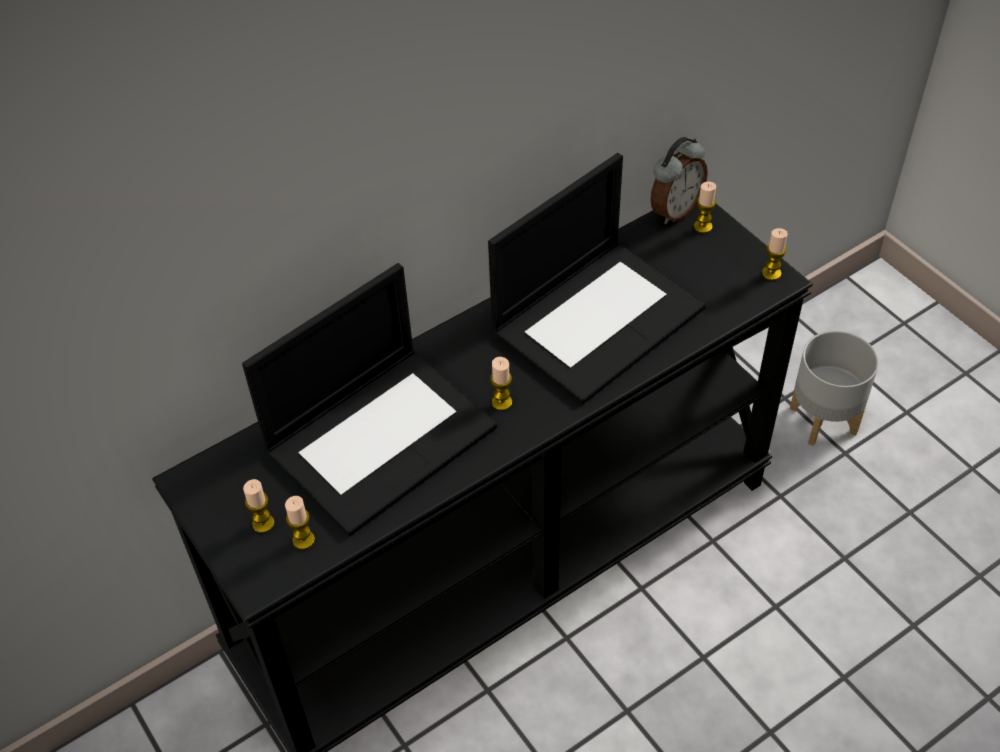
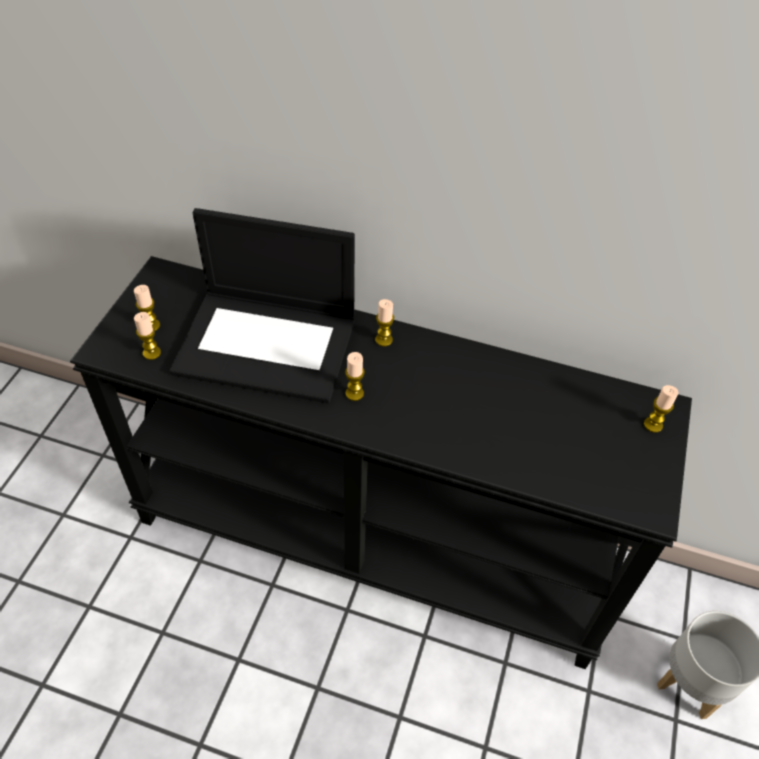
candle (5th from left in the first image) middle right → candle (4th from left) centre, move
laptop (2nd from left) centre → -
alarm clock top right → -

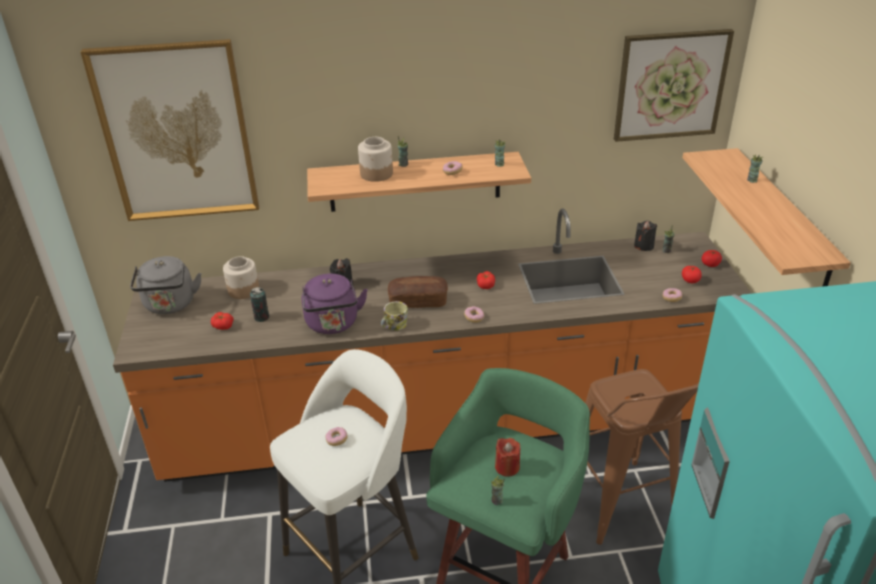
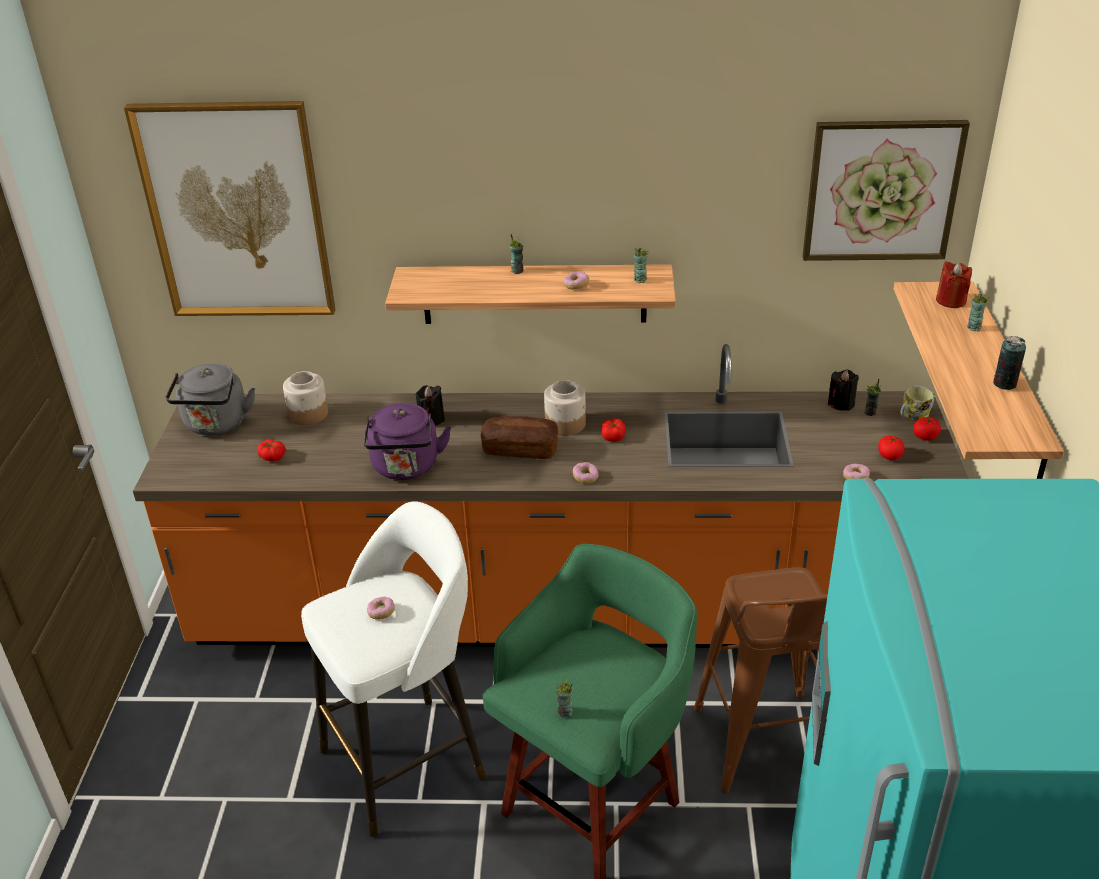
jar (2nd from left) top centre → jar (2nd from left) centre, move
mug centre → mug middle right, move
candle/red bottom centre → candle/red top right, move
can middle left → can middle right, move

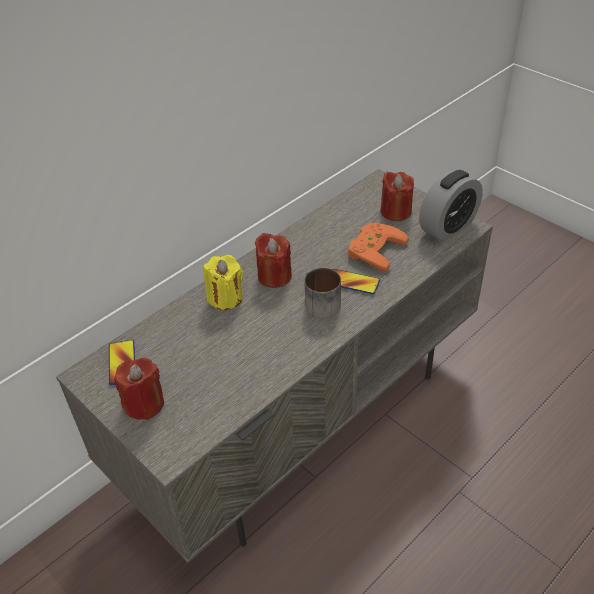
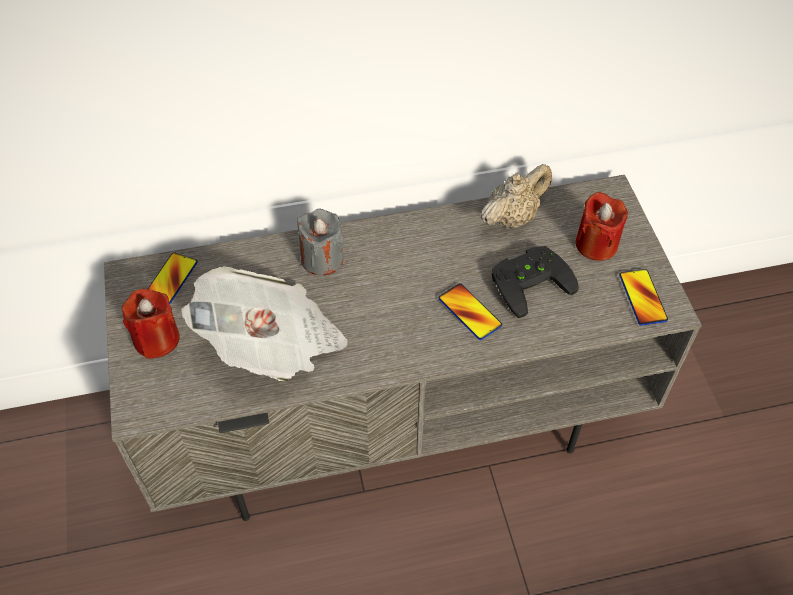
- → newspaper middle left
candle/yellow centre → candle/grey centre
- → teapot/beige top centre
game controller/orange centre → game controller/black middle right
alarm clock middle right → phone (3rd from left) middle right
candle/red (2nd from left) centre → -
mug centre → -

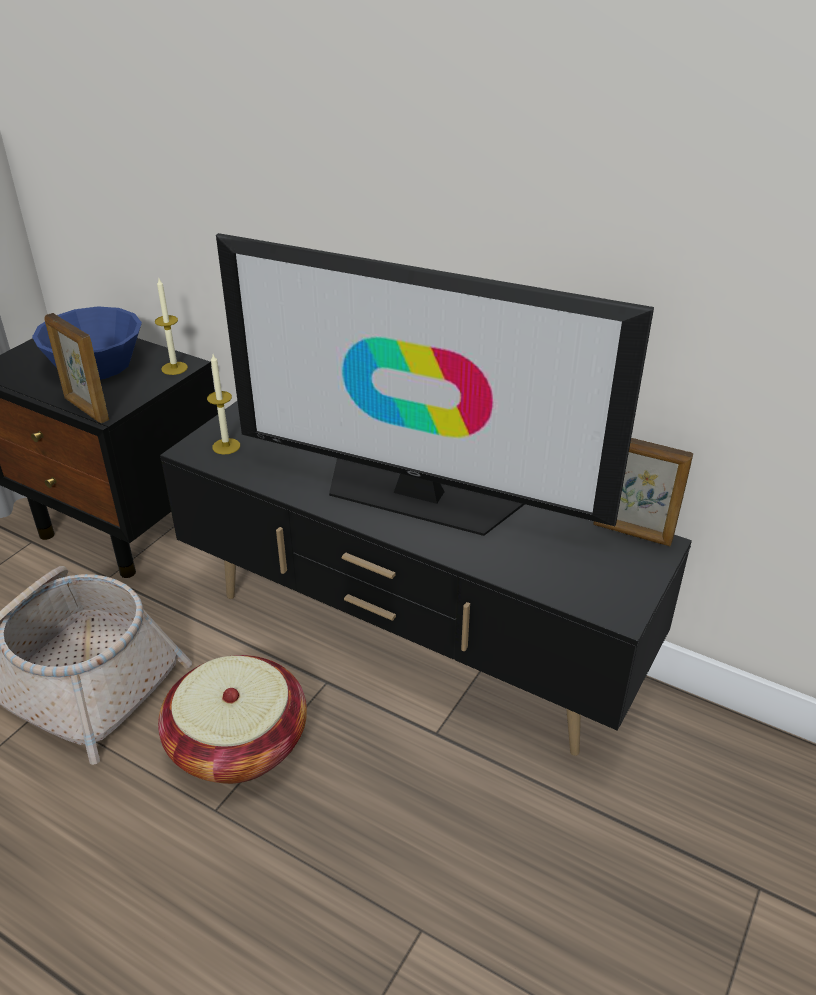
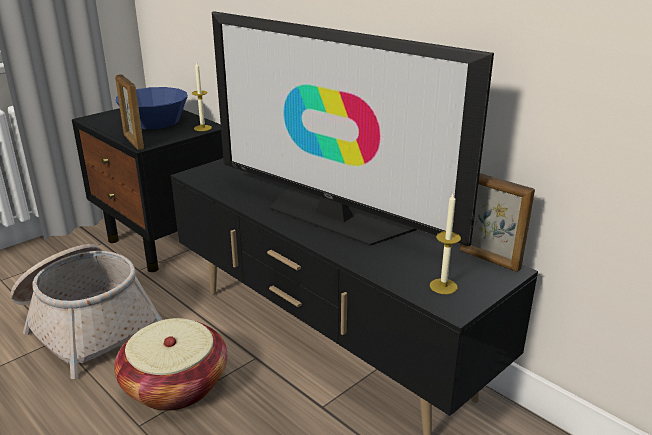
candle (2nd from left) middle left → candle (2nd from left) middle right, move

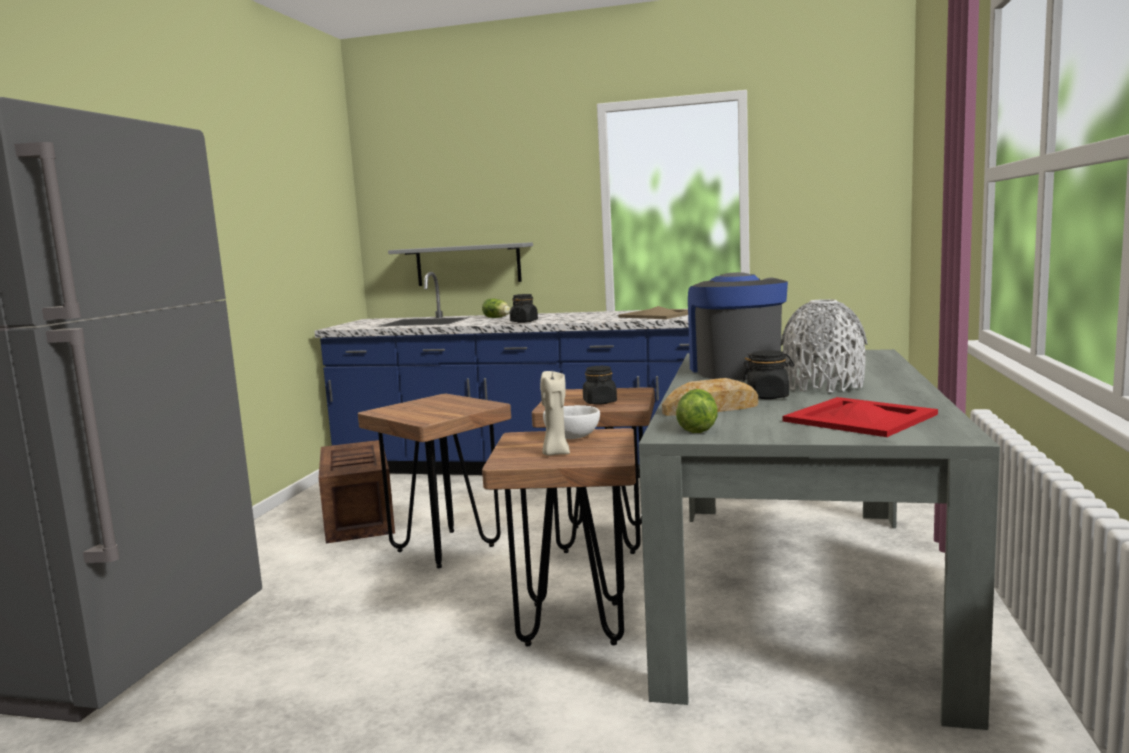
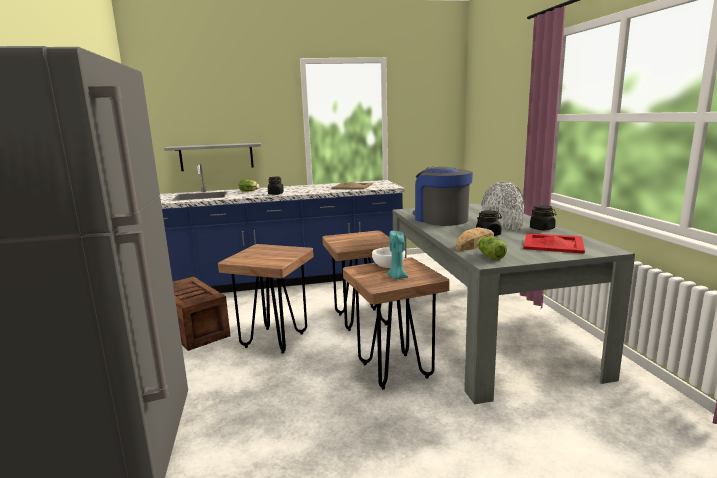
candle/beige centre → candle/turquoise centre
jar/black (2nd from left in the first image) centre → jar/black (3rd from left) middle right, move

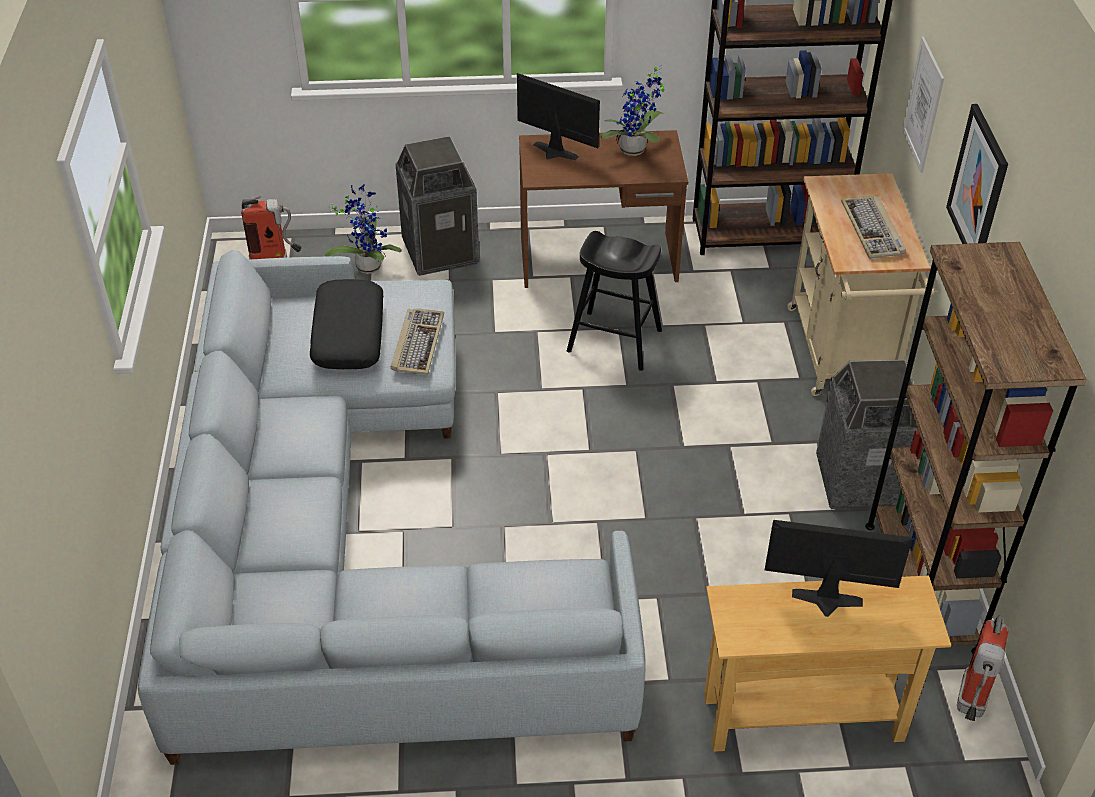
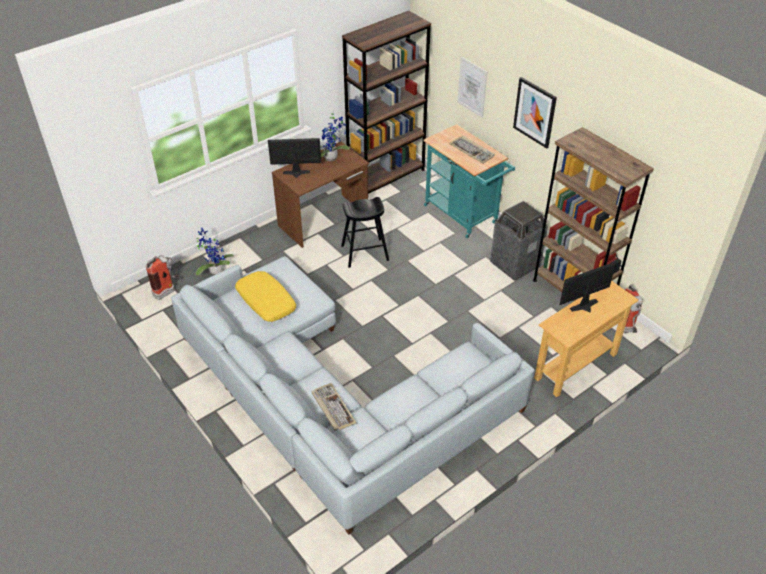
pillow/black middle left → pillow/yellow centre
keyboard (1st from left) centre → keyboard (1st from left) bottom centre, move
cart/beige middle right → cart/turquoise top centre
trash can (1st from left) top centre → -

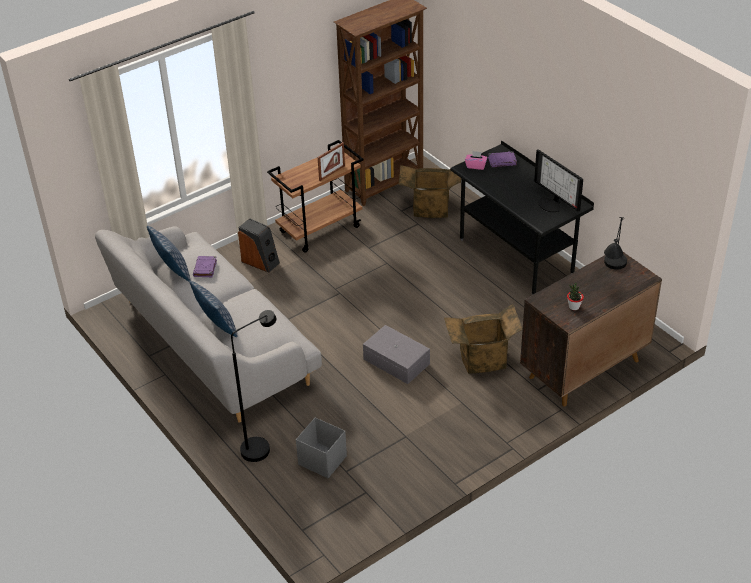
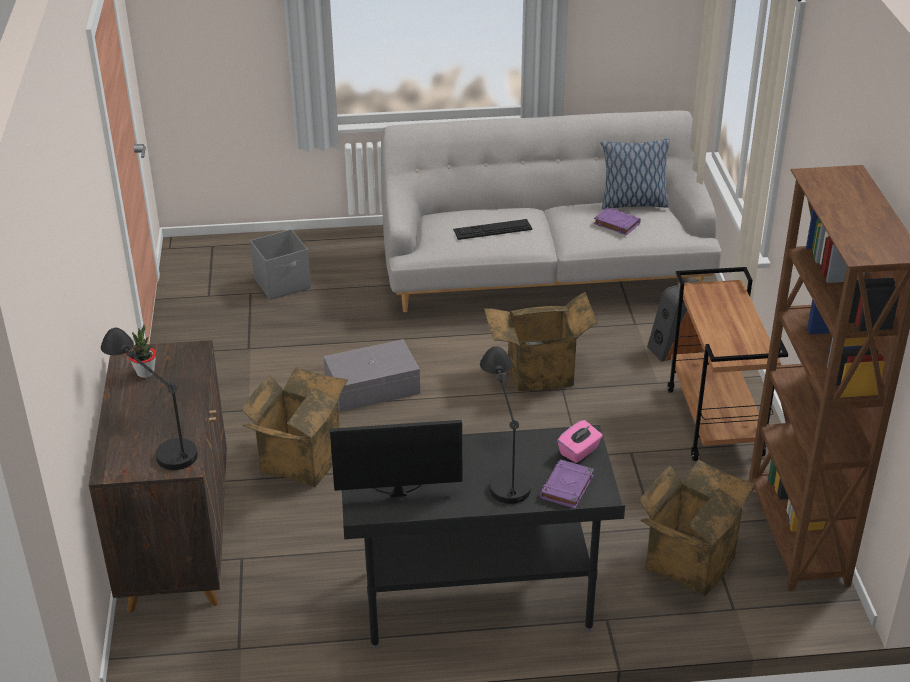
- → keyboard centre
- → table lamp/black (2nd from left) centre
- → cardboard box (2nd from left) centre
pillow (2nd from left) middle left → -
floor lamp/black centre → -
picture frame top centre → -

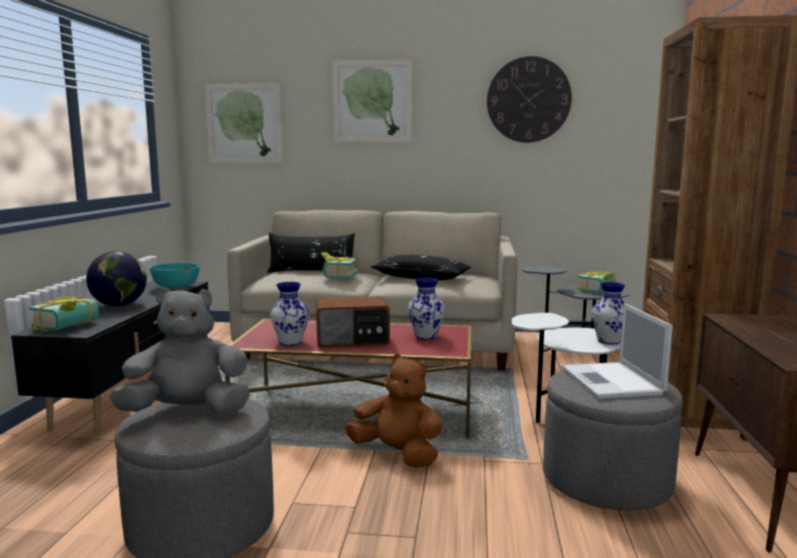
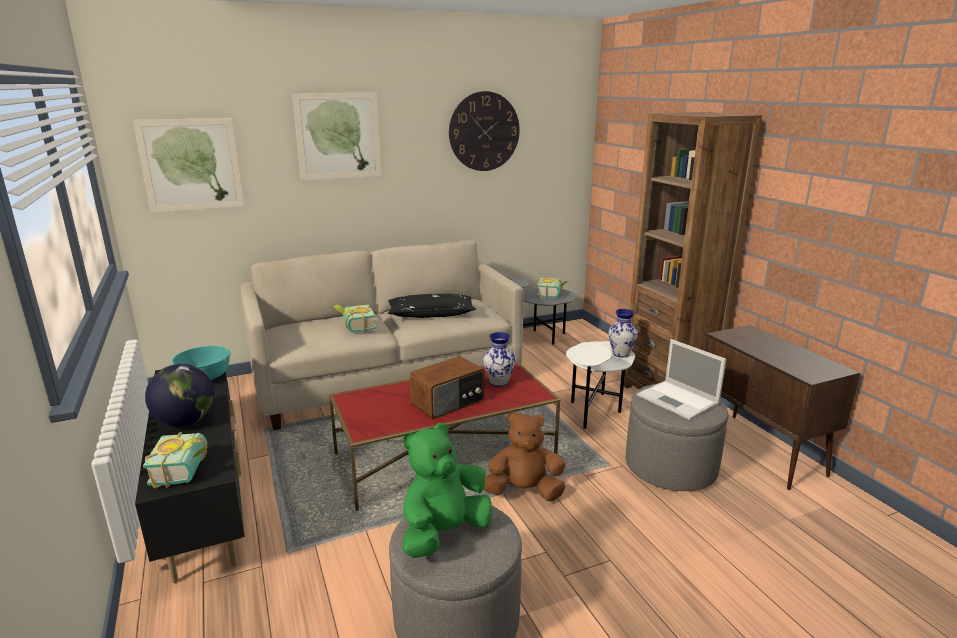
plush toy/grey middle left → plush toy/green bottom centre
pillow/black (1st from left) centre → -
vase (1st from left) centre → -

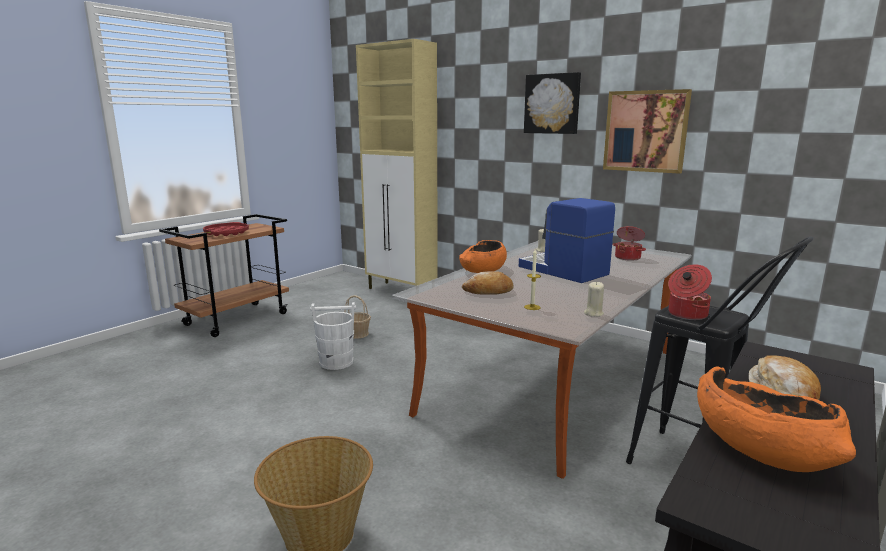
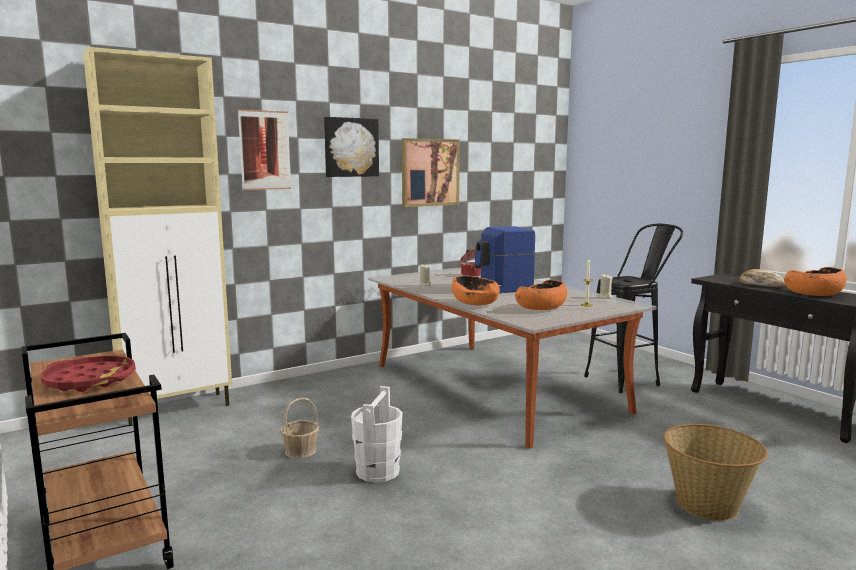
- → picture (1st from left) top left
bread (1st from left) centre → bowl/orange (2nd from left) centre
cooking pot (2nd from left) middle right → -

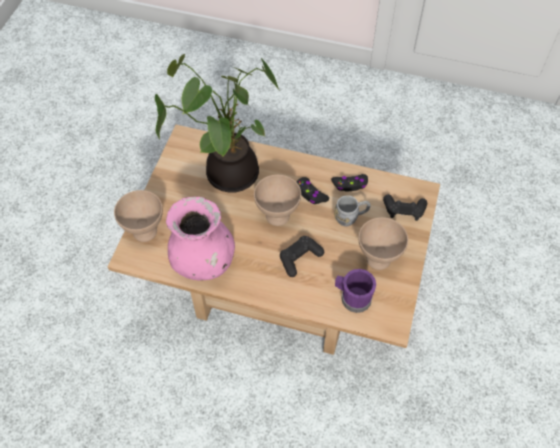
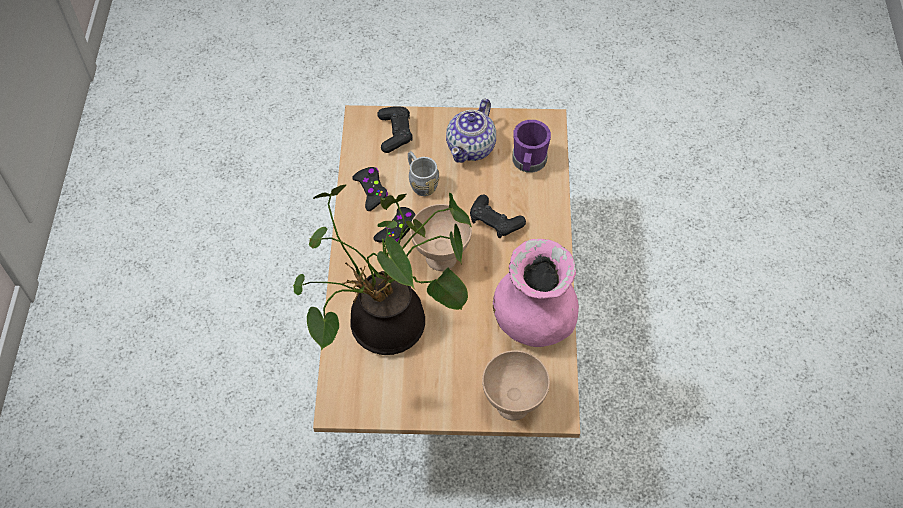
bowl/beige (3rd from left) middle right → teapot top centre

